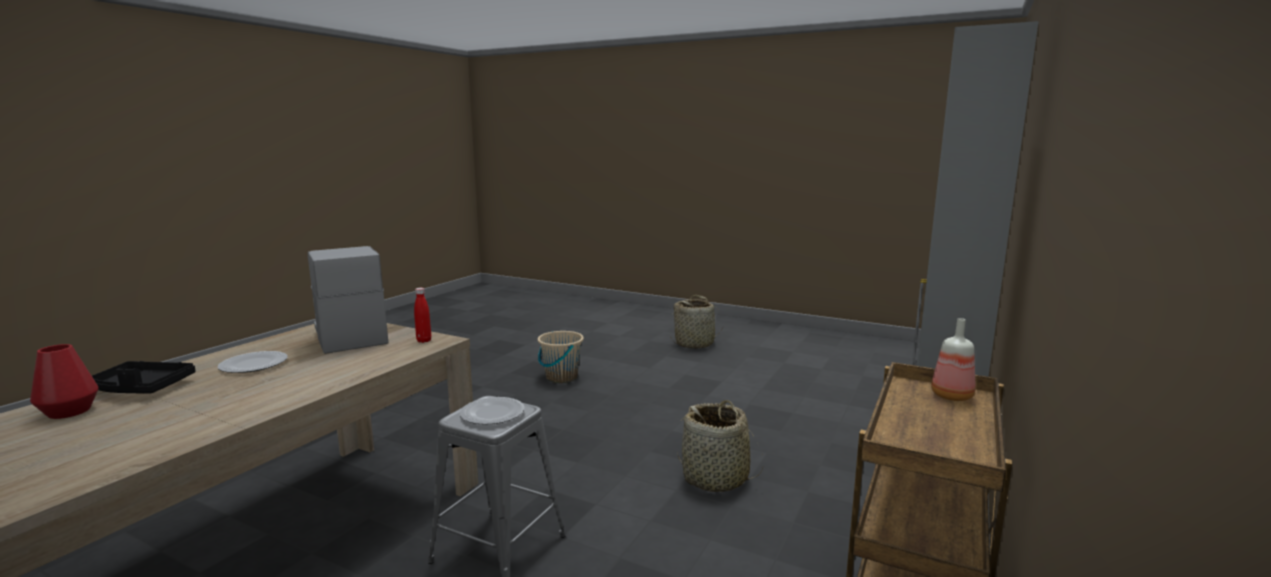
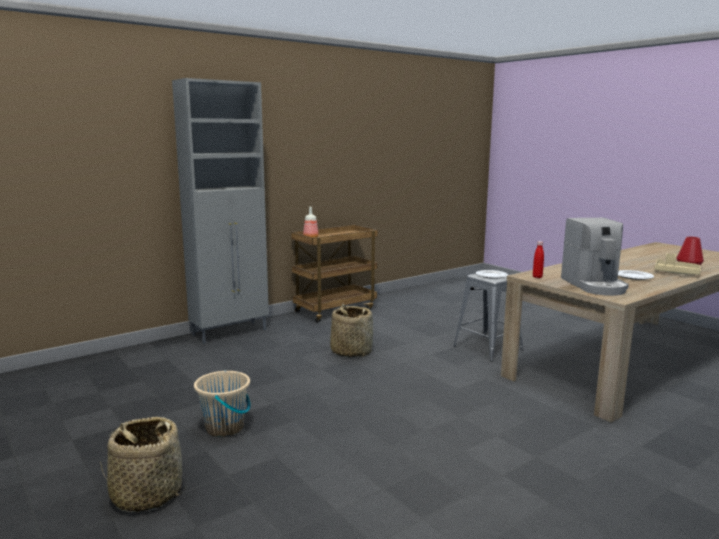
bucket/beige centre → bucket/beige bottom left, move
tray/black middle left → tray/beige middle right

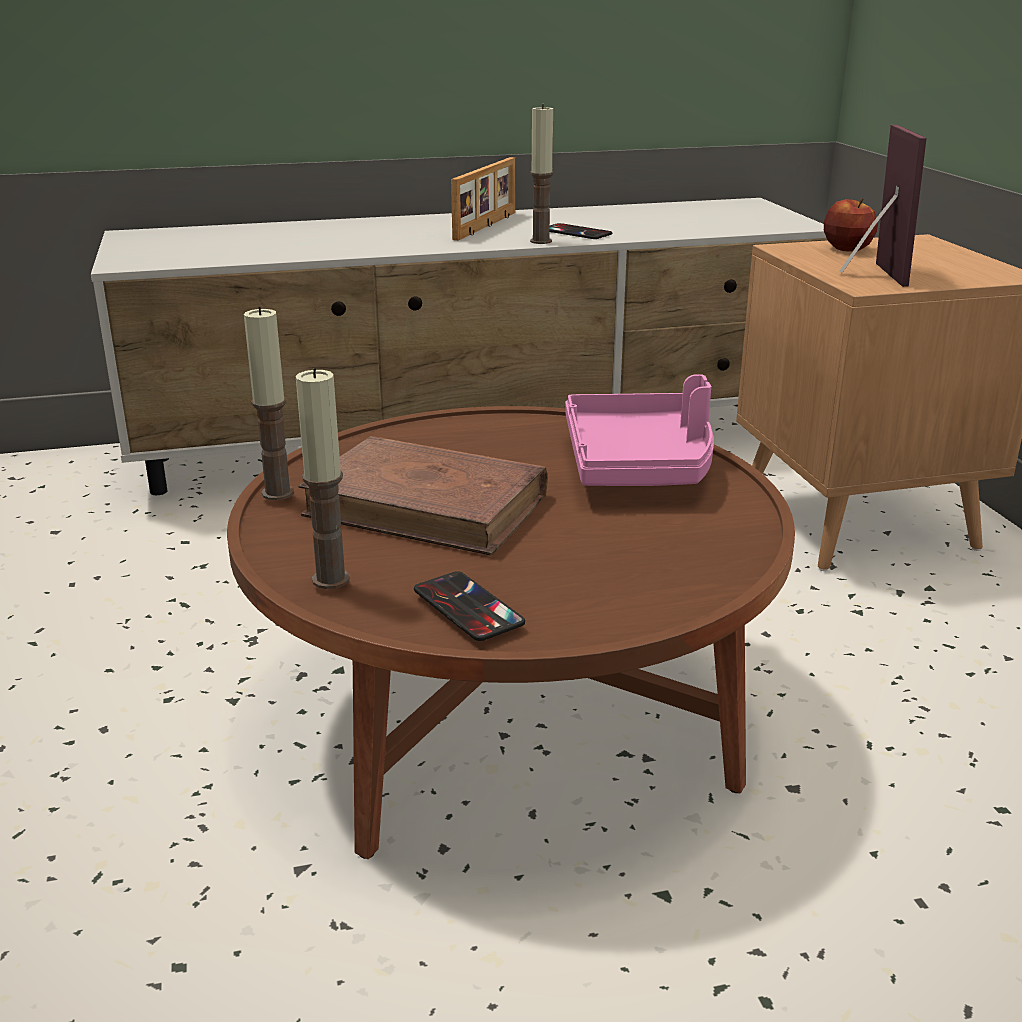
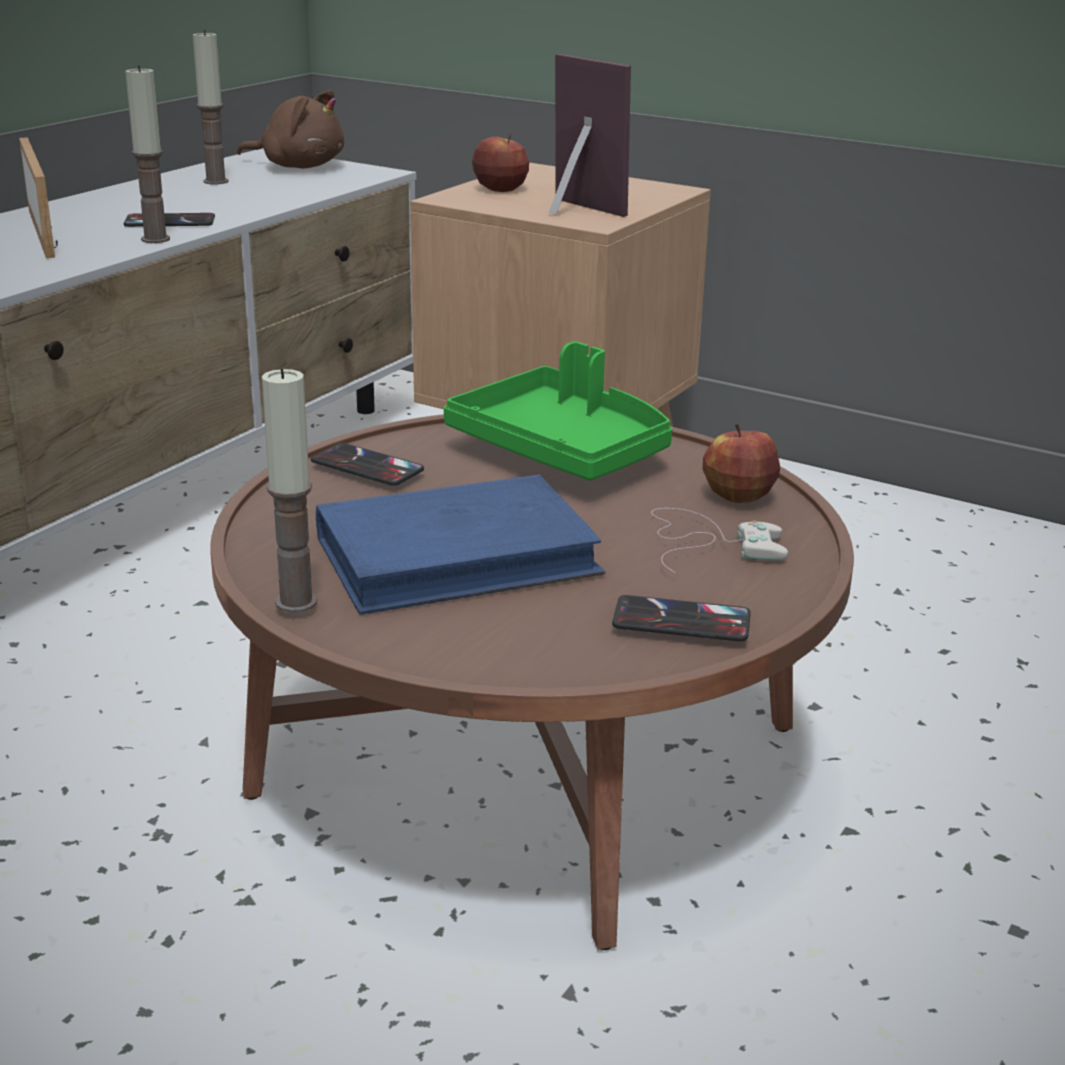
candle (2nd from left) middle left → candle (2nd from left) top left, move
- → plush toy/brown top left
- → phone (2nd from left) centre
book/brown centre → book/blue centre
tray/pink centre → tray/green centre
- → game controller/white middle right
- → apple (2nd from left) middle right

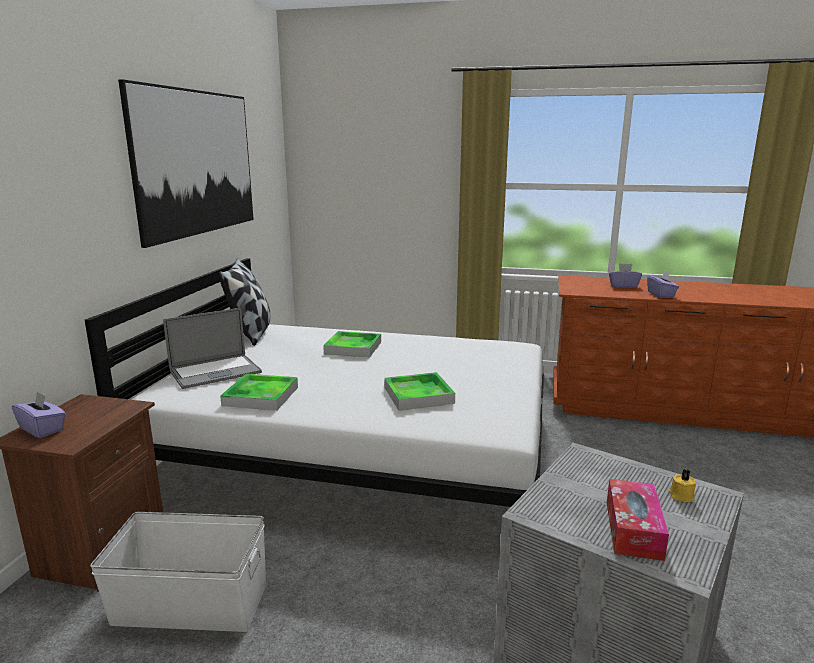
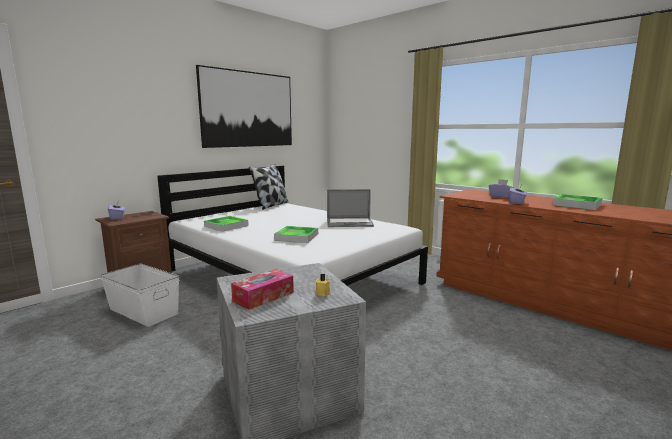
laptop middle left → laptop centre, move
tray (2nd from left in the first image) centre → tray (3rd from left) middle right, move

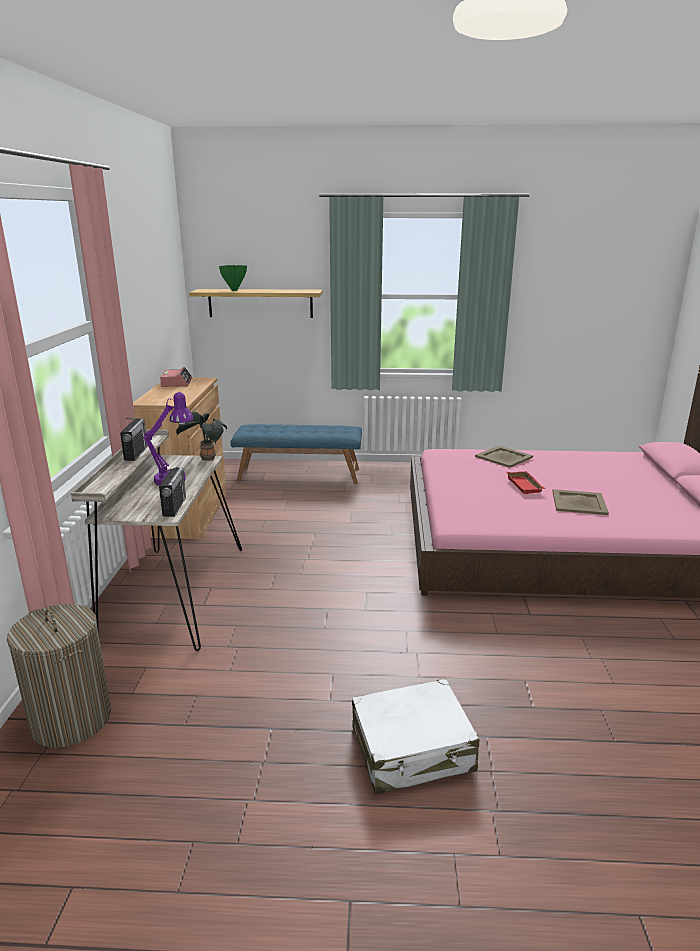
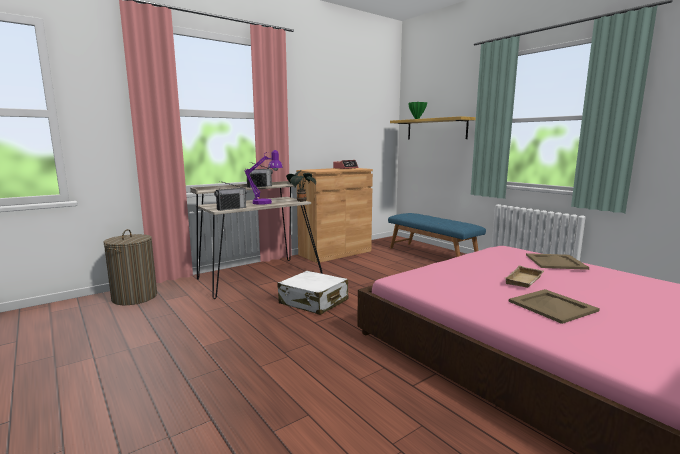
suitcase/white bottom centre → suitcase/white centre, move
tray/red middle right → tray/beige (1st from left) middle right

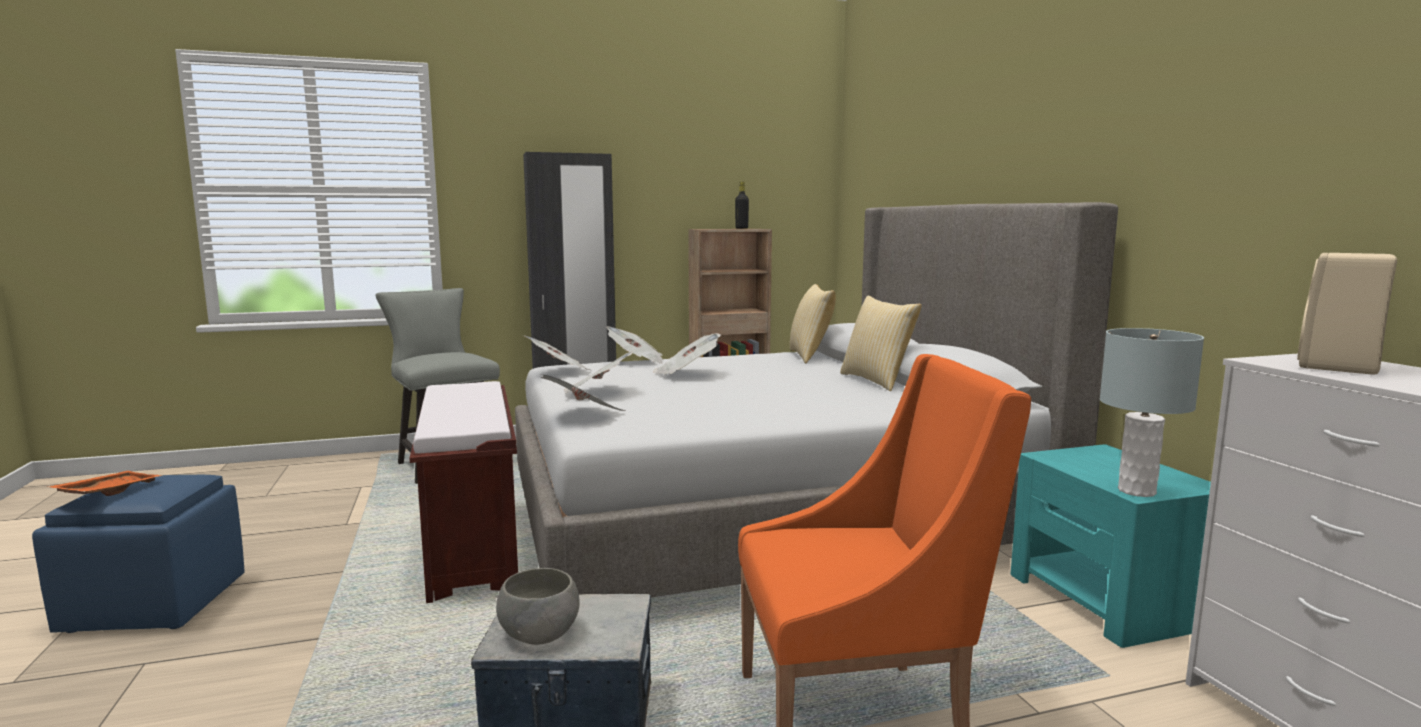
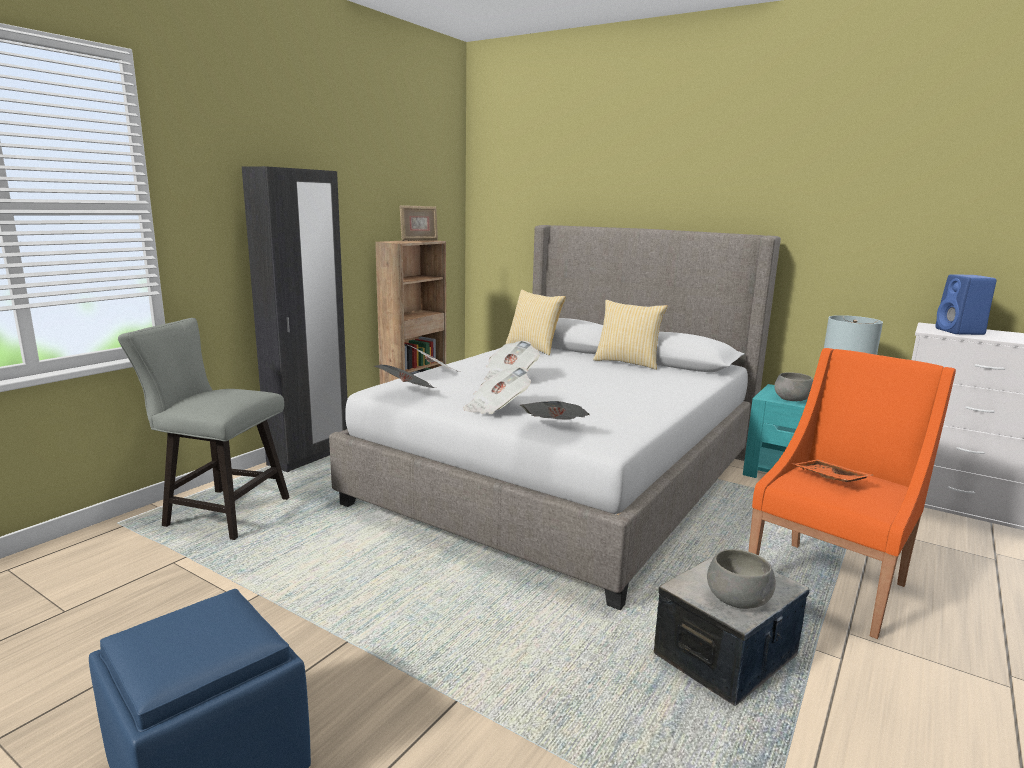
bottle/black top centre → picture frame top centre
- → bowl/grey (2nd from left) middle right
tray/orange middle left → tray/orange middle right, move
speaker/beige middle right → speaker/blue middle right
bench/brown bottom left → -

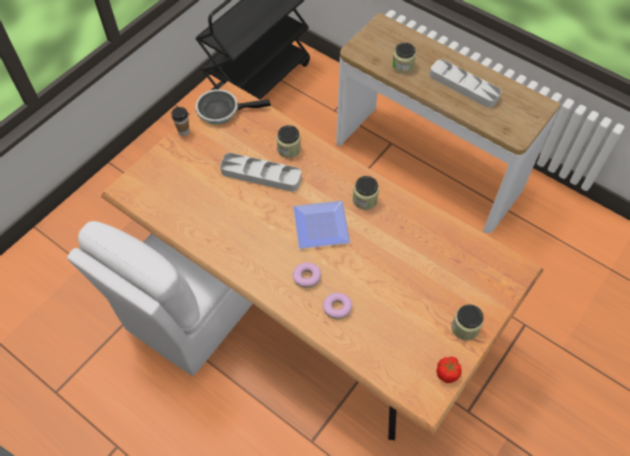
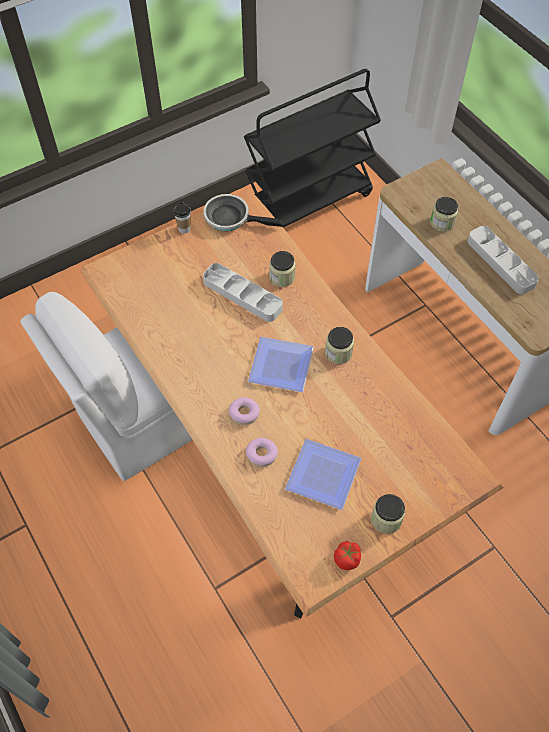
- → plate (2nd from left) centre

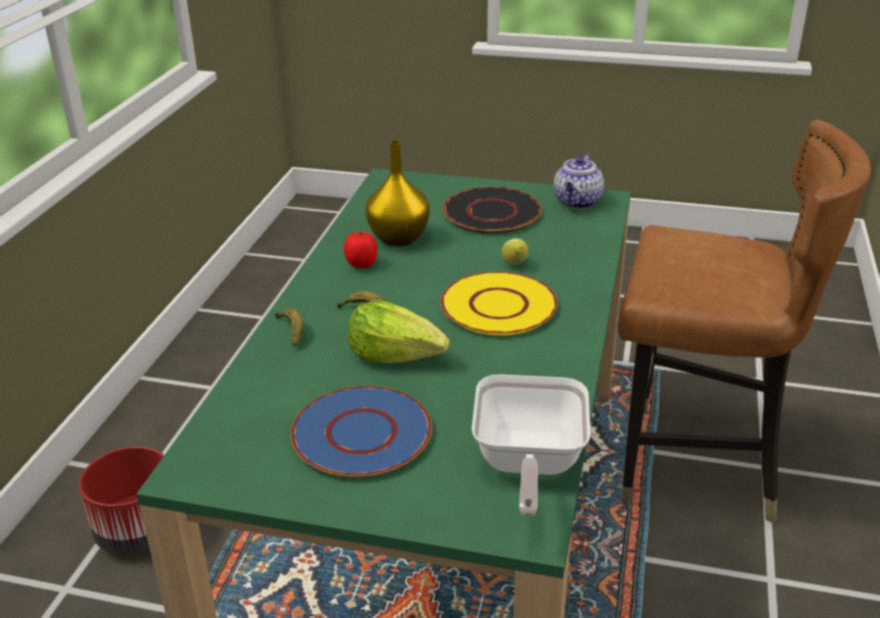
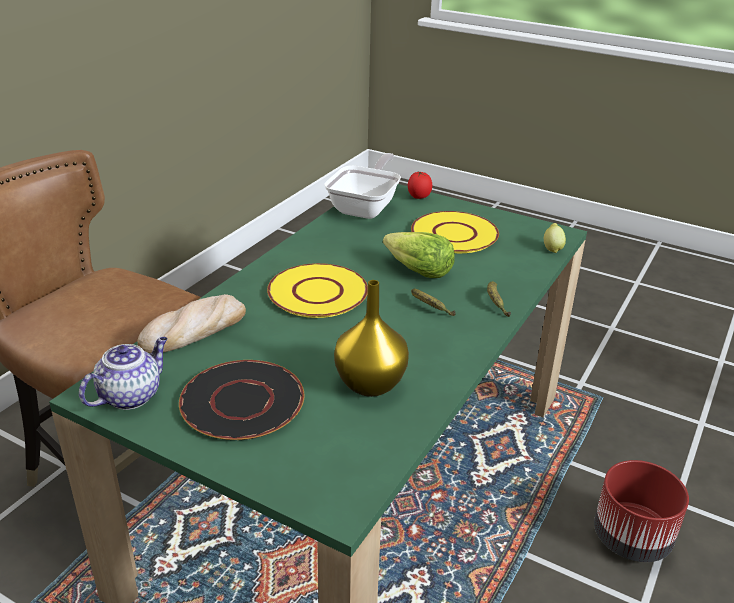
- → bread middle left
tomato centre → tomato top centre, move
plate/blue bottom centre → plate/yellow (2nd from left) centre
lemon centre → lemon middle right, move

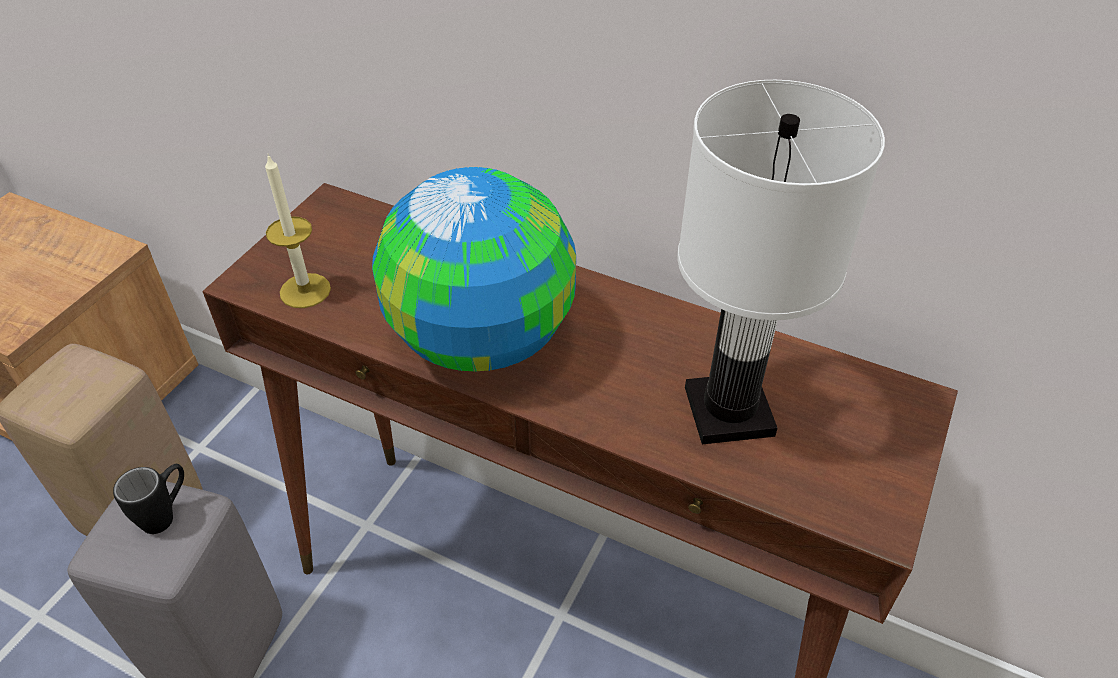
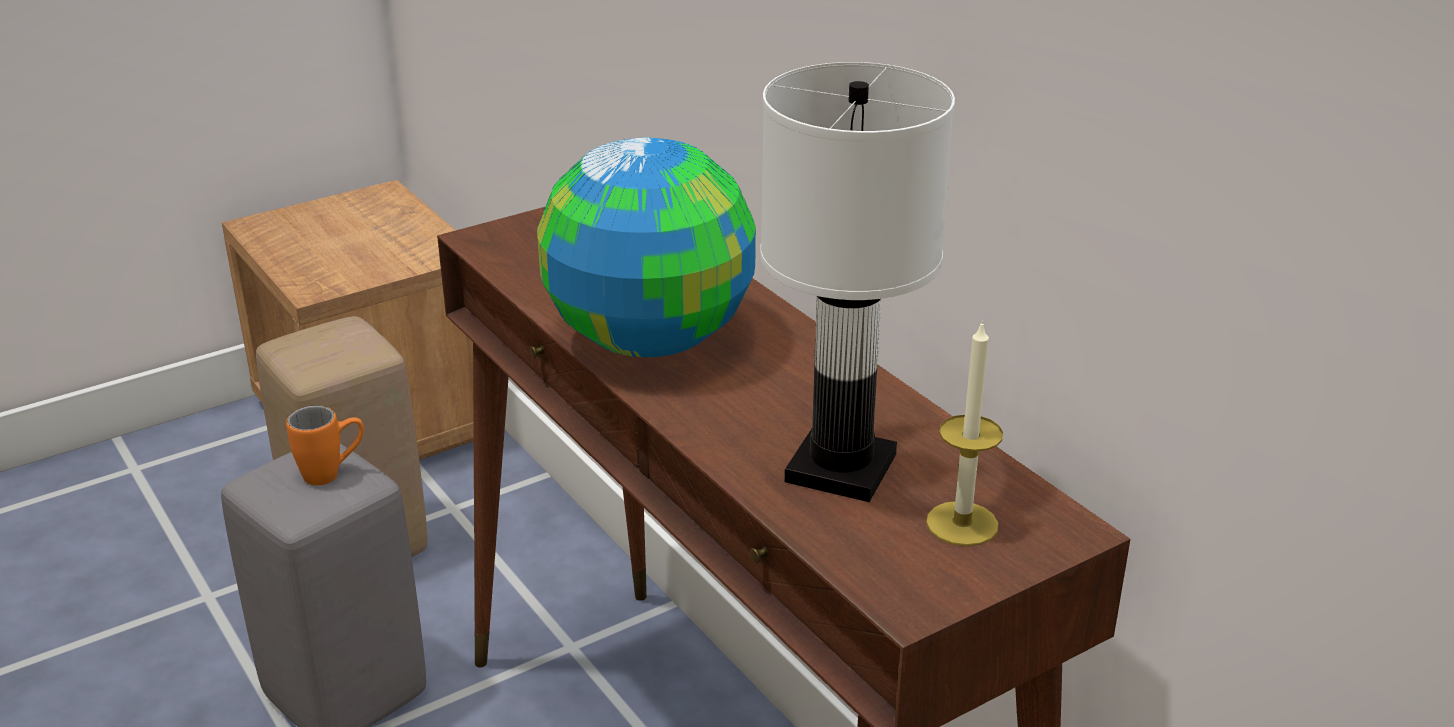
mug/black bottom left → mug/orange middle left
candle middle left → candle centre, move

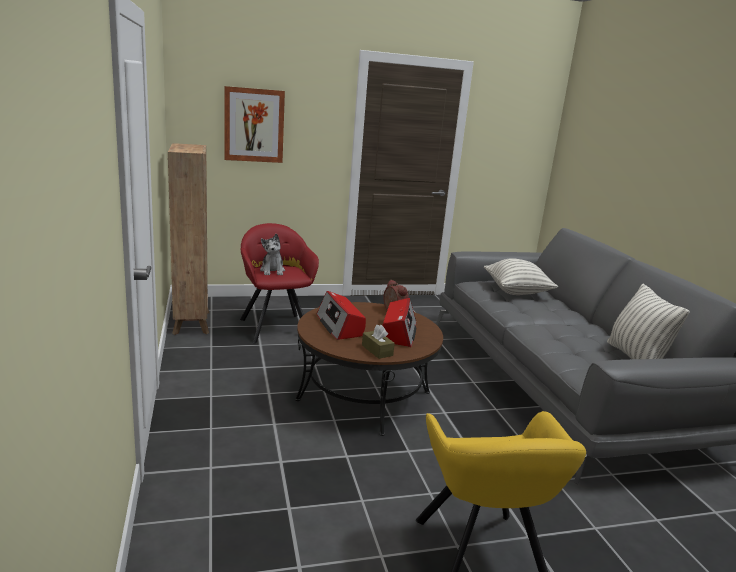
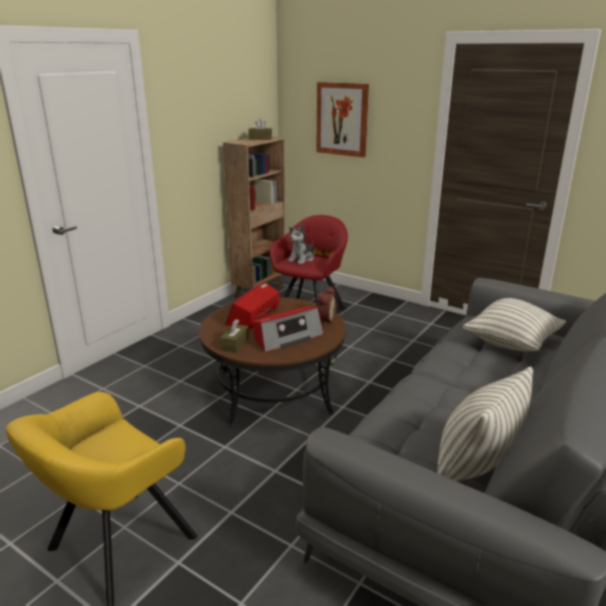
- → tissue box/brown (2nd from left) top centre

